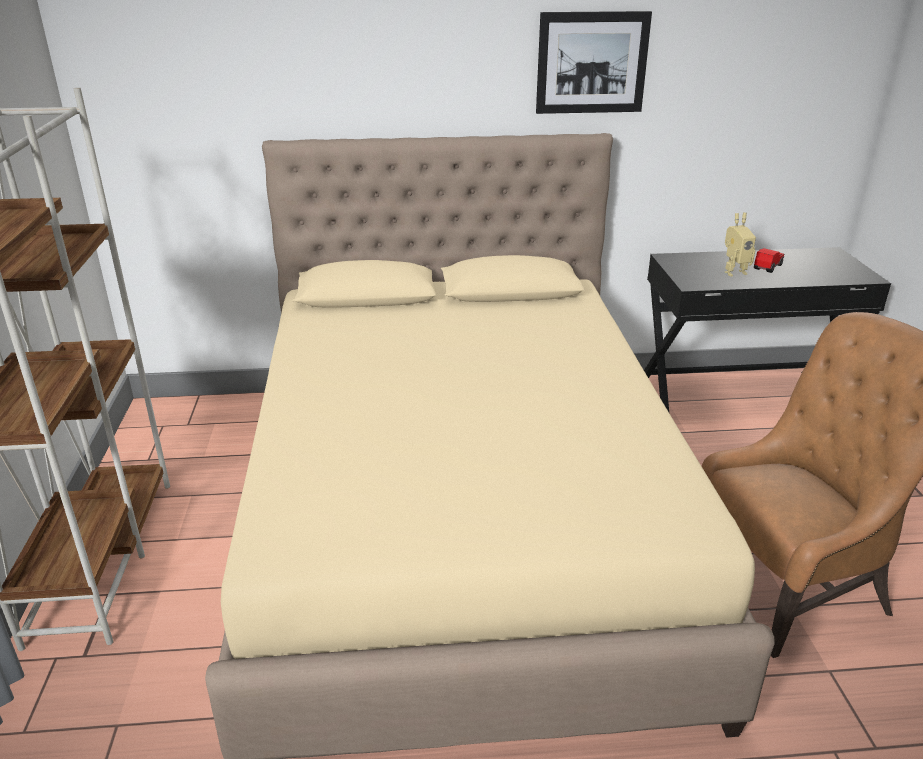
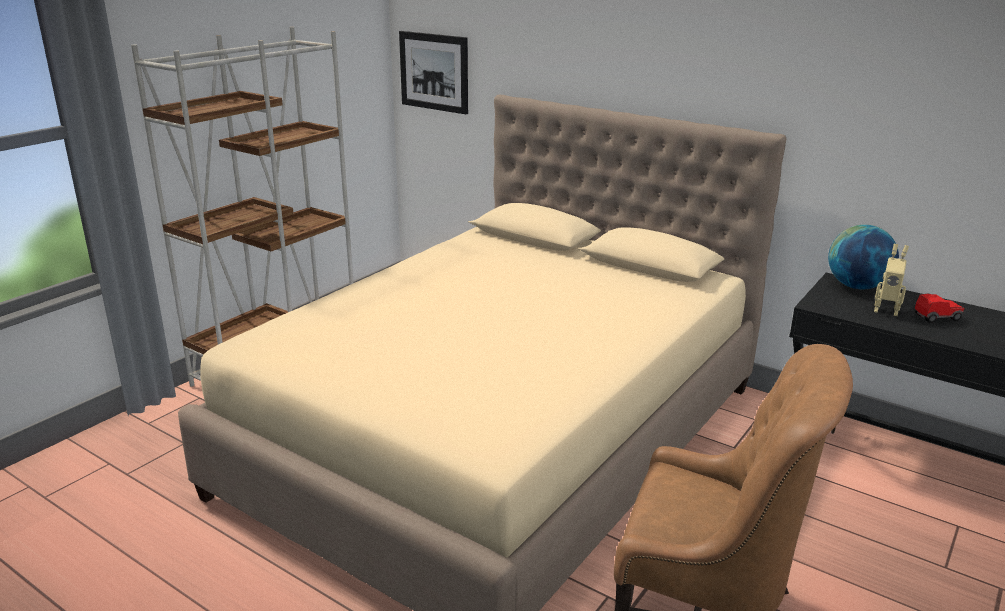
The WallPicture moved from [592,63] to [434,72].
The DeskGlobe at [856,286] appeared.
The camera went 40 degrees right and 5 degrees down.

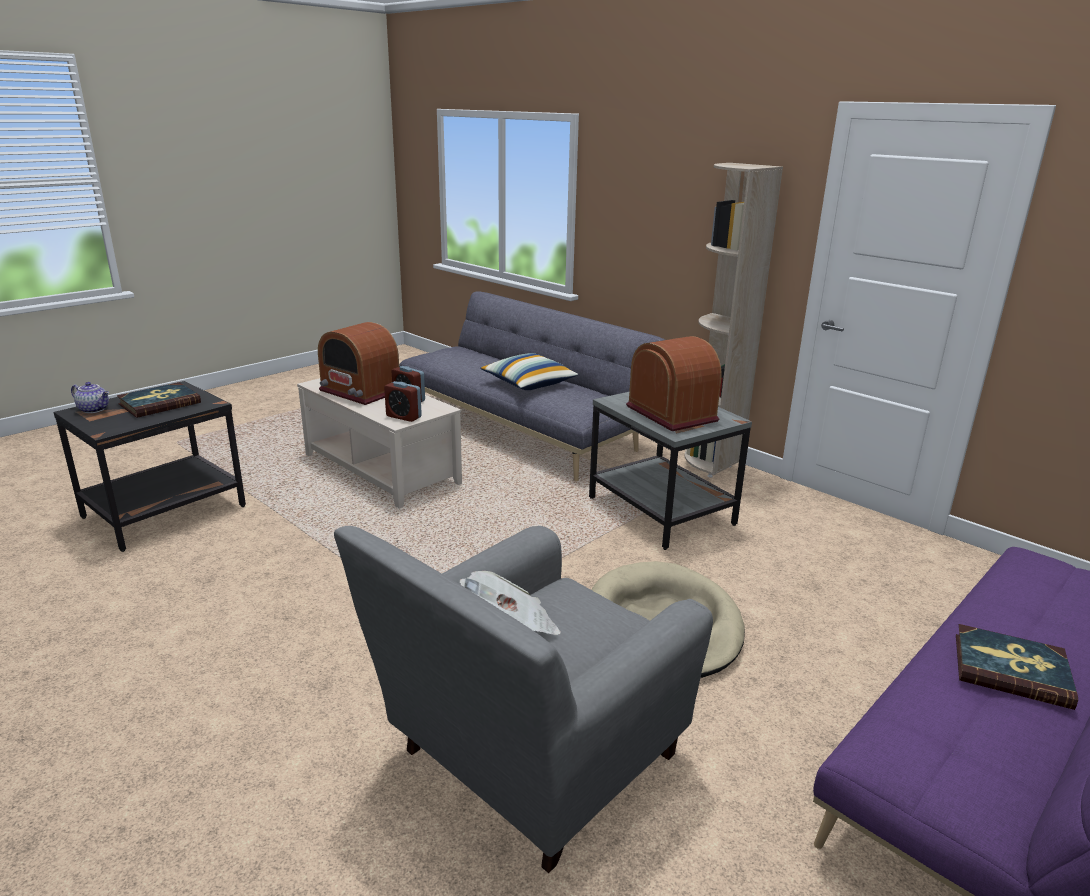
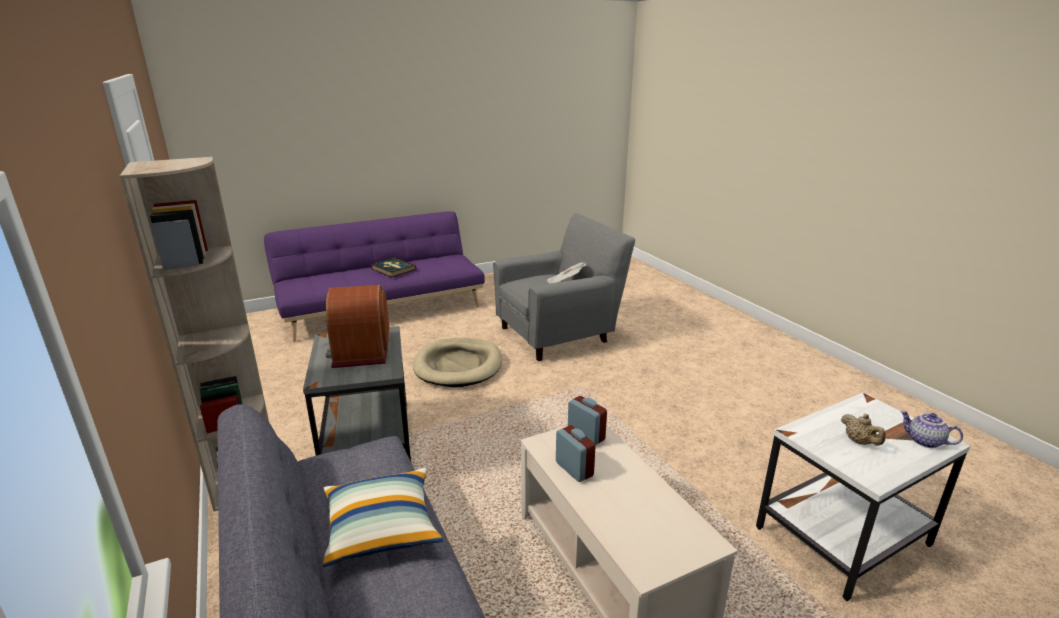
The BlackColouredAccentTable at [164,511] became the WhitishAccentTable at [843,538].
The BoundBook at [159,403] was replaced by the BeigeTeapot at [859,442].
The RadioReceiver at [360,391] disappeared.
The camera went 160 degrees left and 0 degrees up.

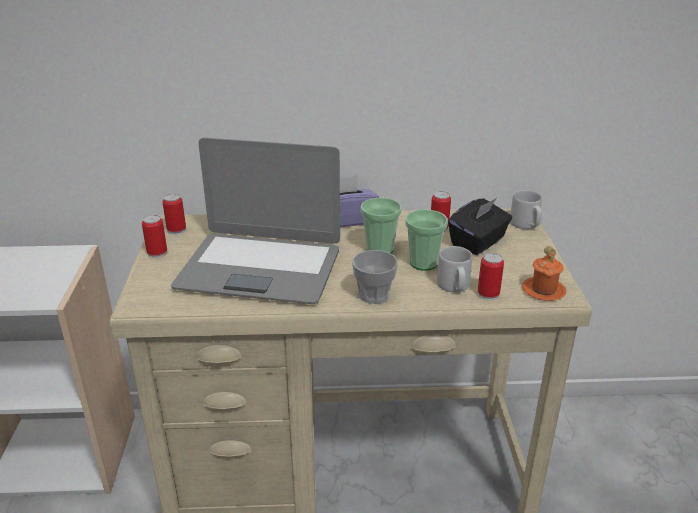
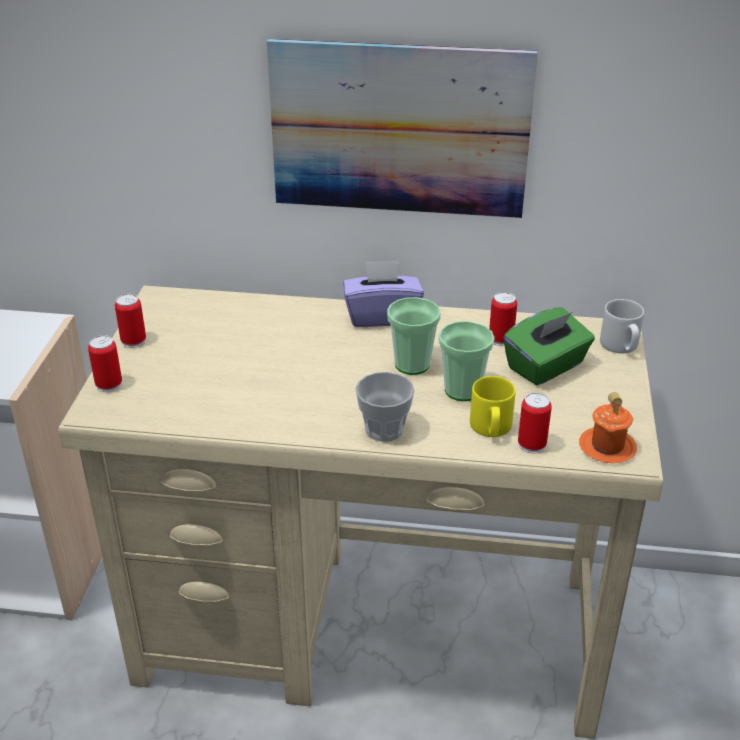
The MetalCan moved from [176,230] to [109,384].
The WallPicture at [399,129] appeared.
The GrayMug at [454,286] became the YellowishMug at [491,428].
The BlackColouredTissueHolder at [478,242] became the GreenishTissueHolder at [546,367].
The Laptop at [260,268] disappeared.
The camera went 10 degrees right and 5 degrees up.

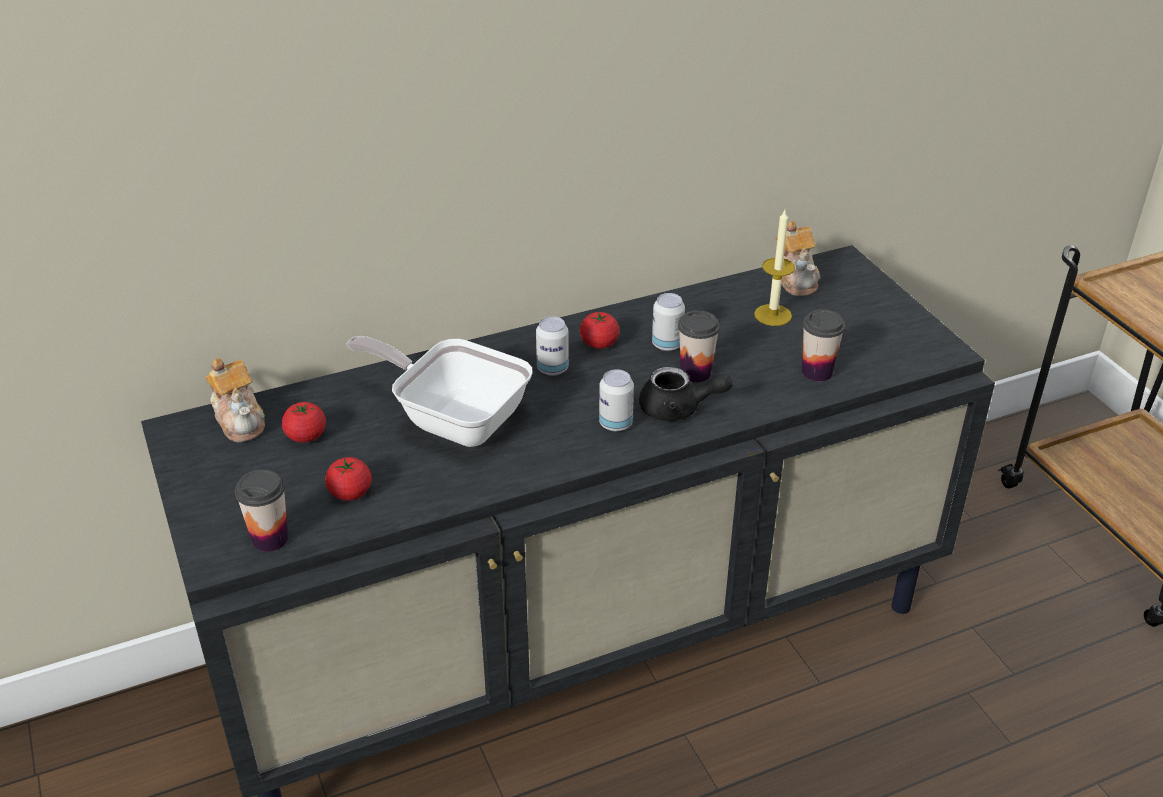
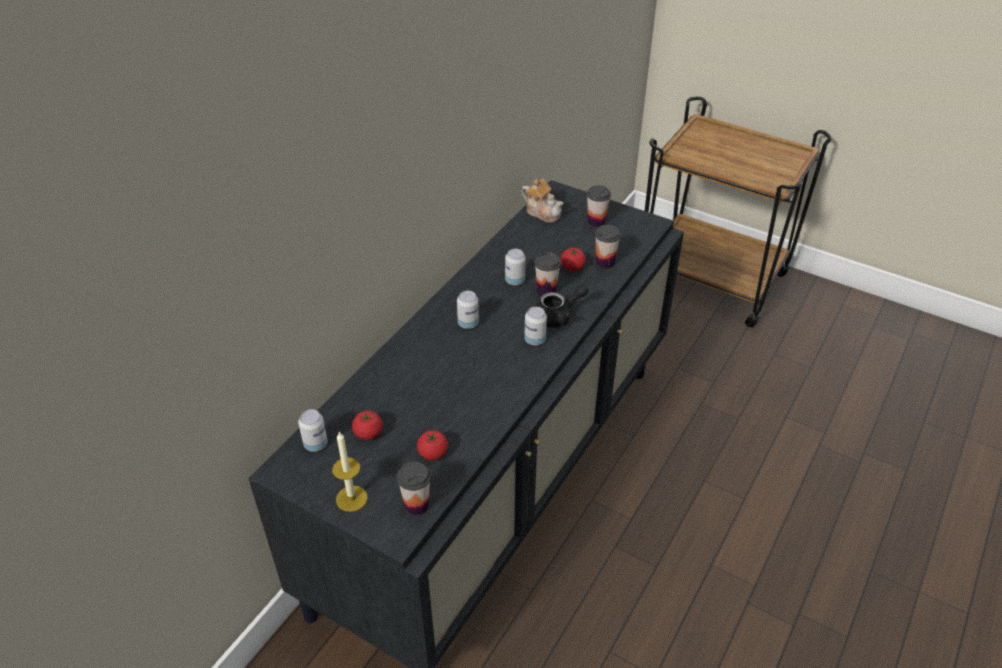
The Teapot at [240,420] was replaced by the MetalCan at [315,444].
The WaxLight moved from [773,315] to [351,498].
The Tomato moved from [599,343] to [572,267].
The Cup at [596,222] appeared.
The Pan at [454,419] disappeared.
The camera went 35 degrees left and 5 degrees up.

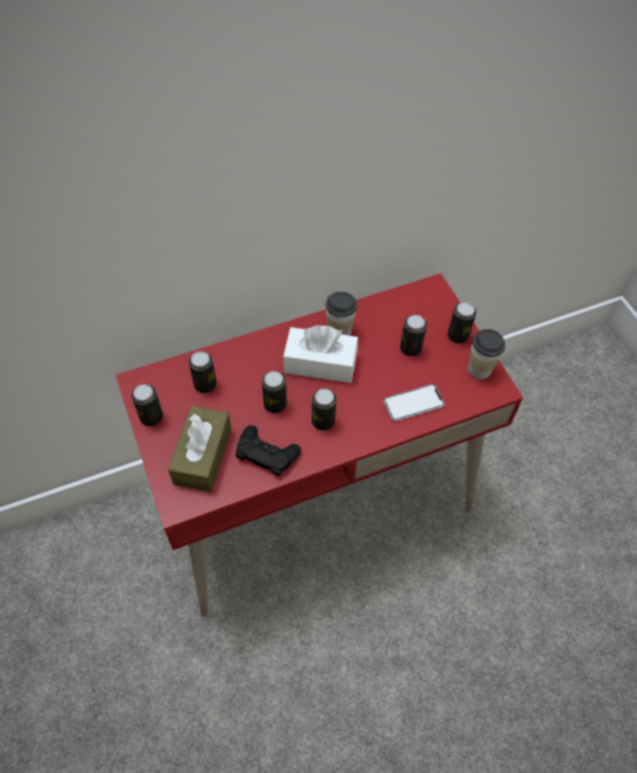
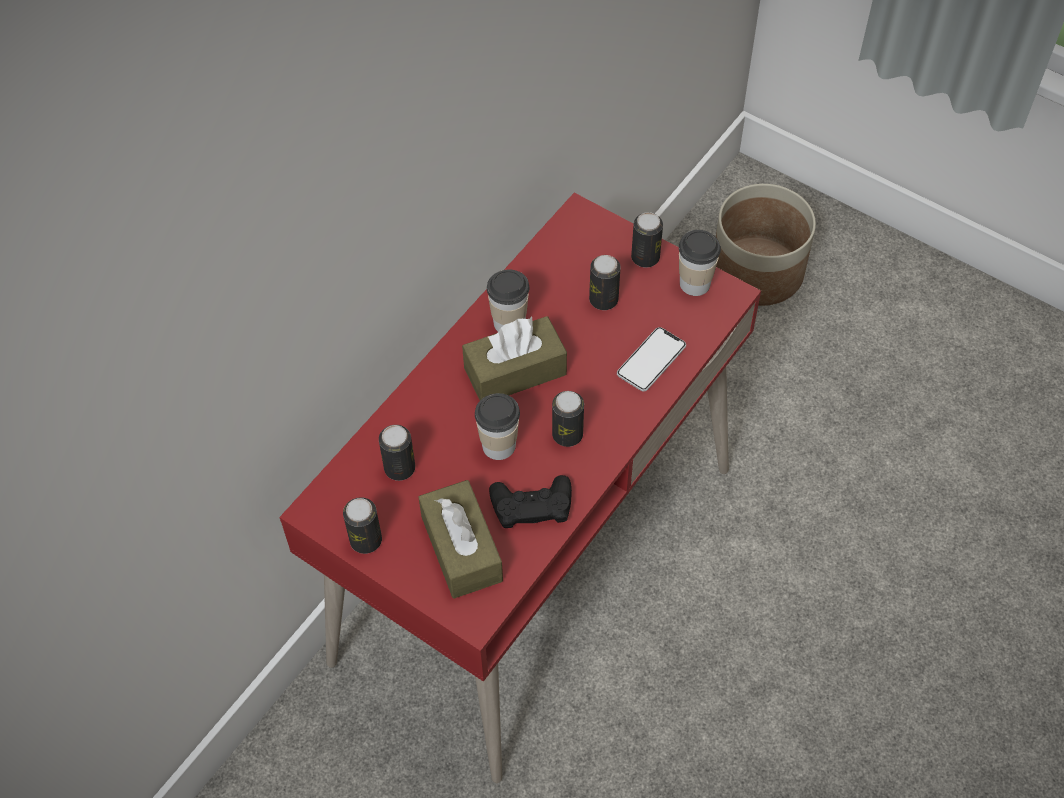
The WhitishTissueHolder at [320,363] became the BrownColouredTissueHolder at [515,371].
The MetalCan at [275,404] was replaced by the Cup at [499,446].
The FlowerPot at [758,271] appeared.
The camera went 30 degrees left and 0 degrees up.

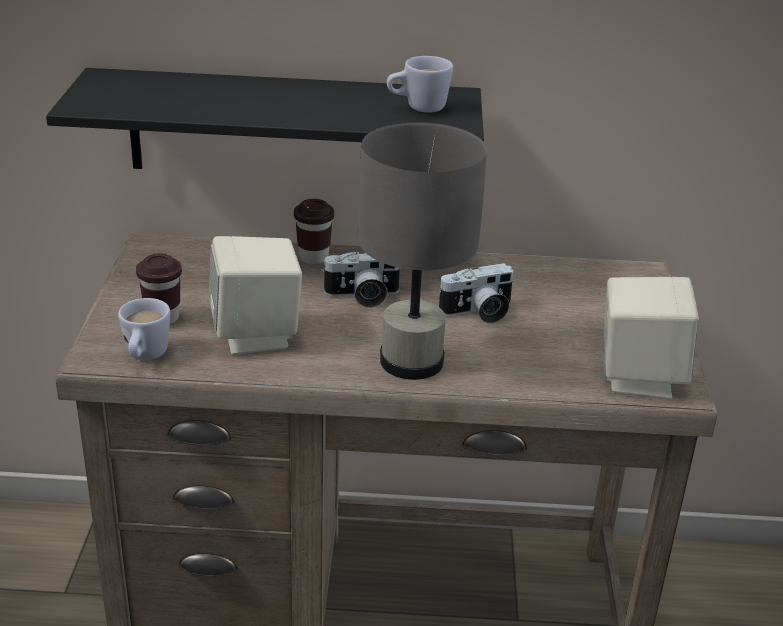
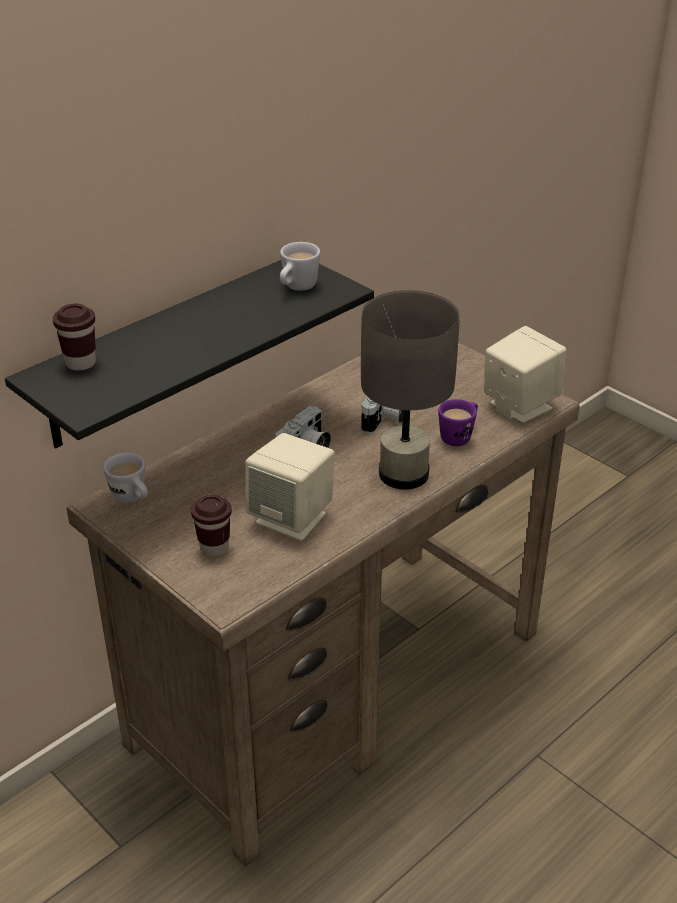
The BrownColouredCup moved from [313,258] to [81,363].
The WhitishMug moved from [145,357] to [132,499].
The PurplishMug at [459,436] appeared.
The camera went 45 degrees left and 5 degrees up.

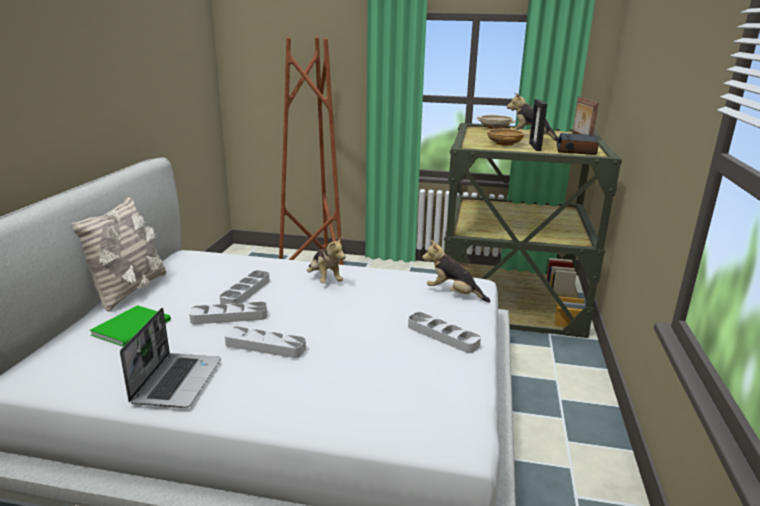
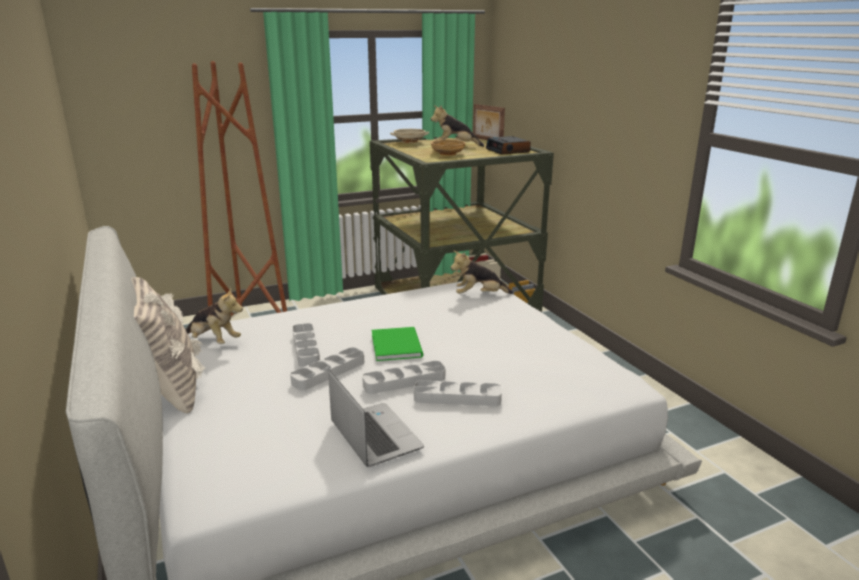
The CuddlyToy moved from [325,279] to [213,341].
The GreenishBoundBook moved from [134,327] to [397,344].
The GrayServingTray moved from [442,336] to [457,398].
The StandingFrame at [535,147] disappeared.
The camera went 35 degrees left and 0 degrees up.

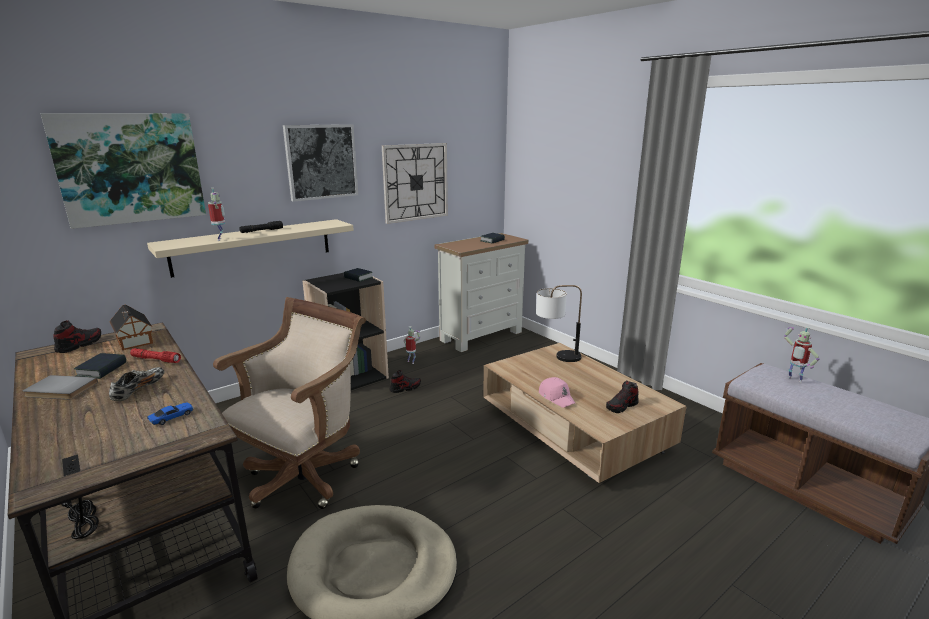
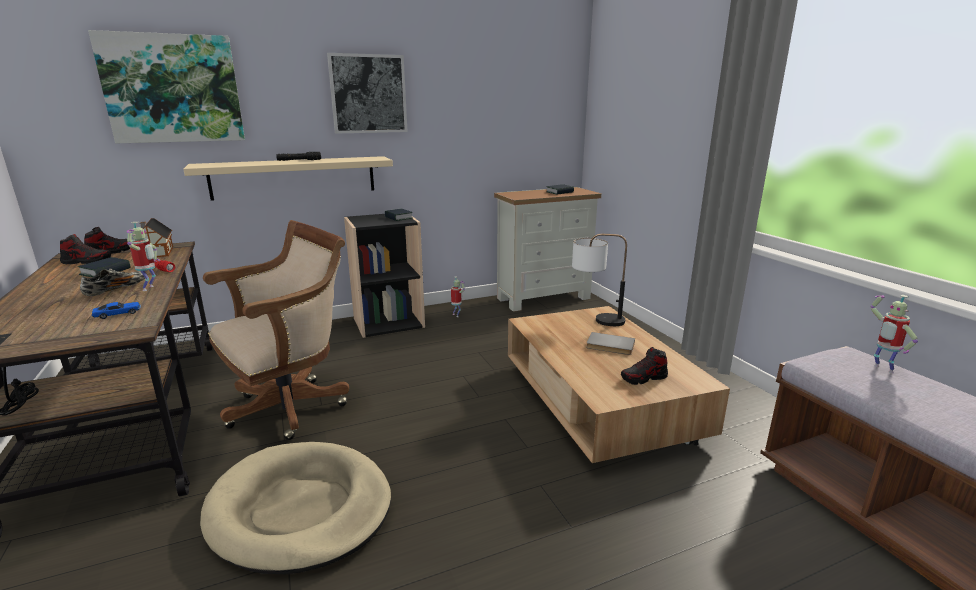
The LowShoe moved from [405,388] to [87,261].
The ModelRobot moved from [221,239] to [150,288].
The GrayBoundBook moved from [59,390] to [610,346].
The ClockOnTheWall at [415,182] disappeared.
The PinkishCap at [556,397] disappeared.
The camera went 15 degrees right and 0 degrees up.

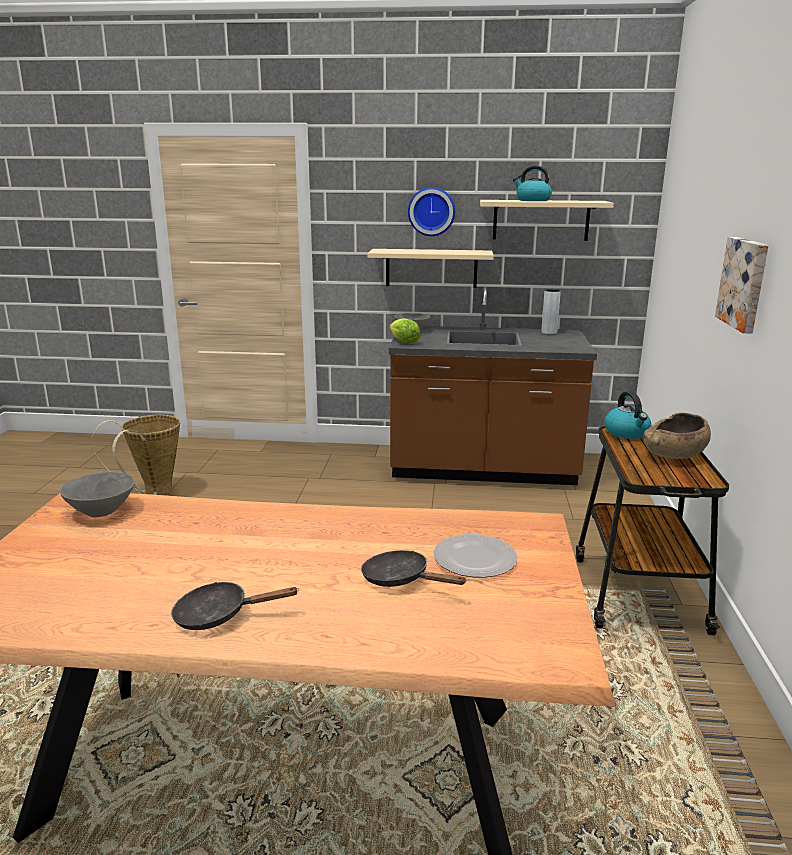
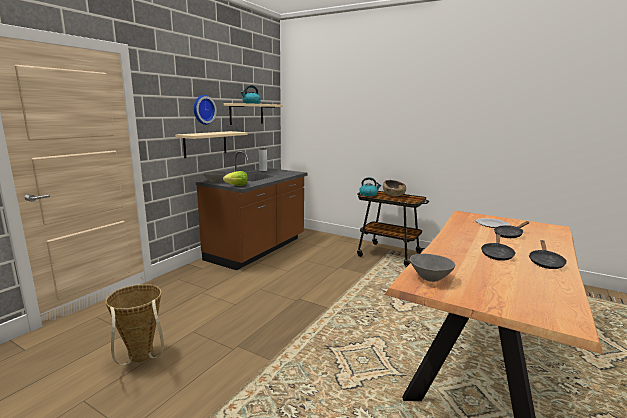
The BlackColouredPan at [496,254] appeared.
The WallPicture at [745,283] disappeared.
The camera went 65 degrees left and 5 degrees down.

